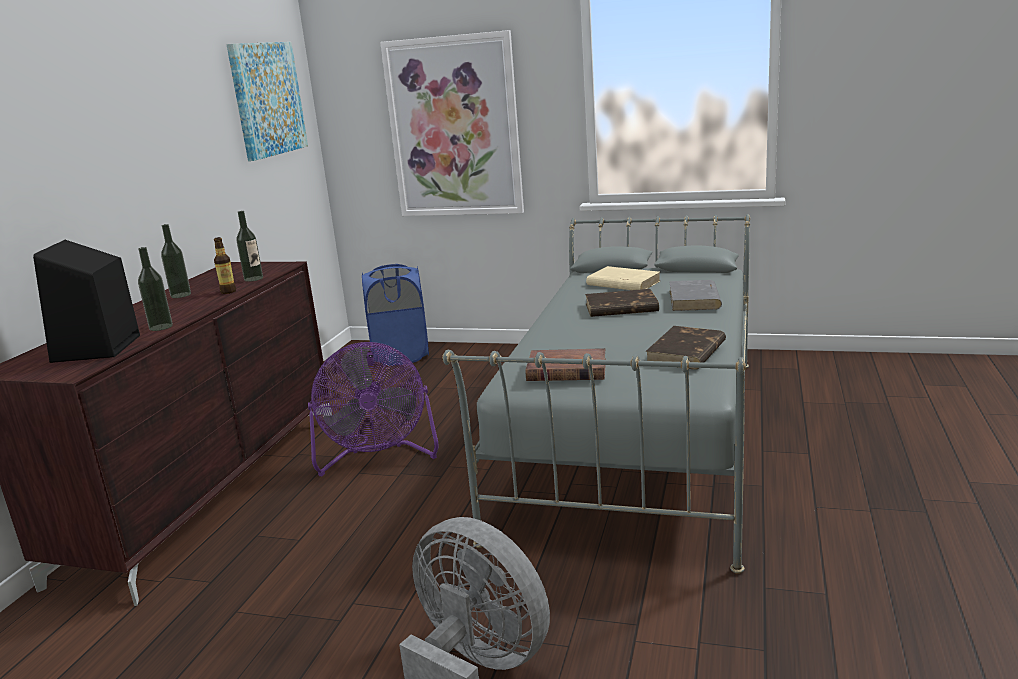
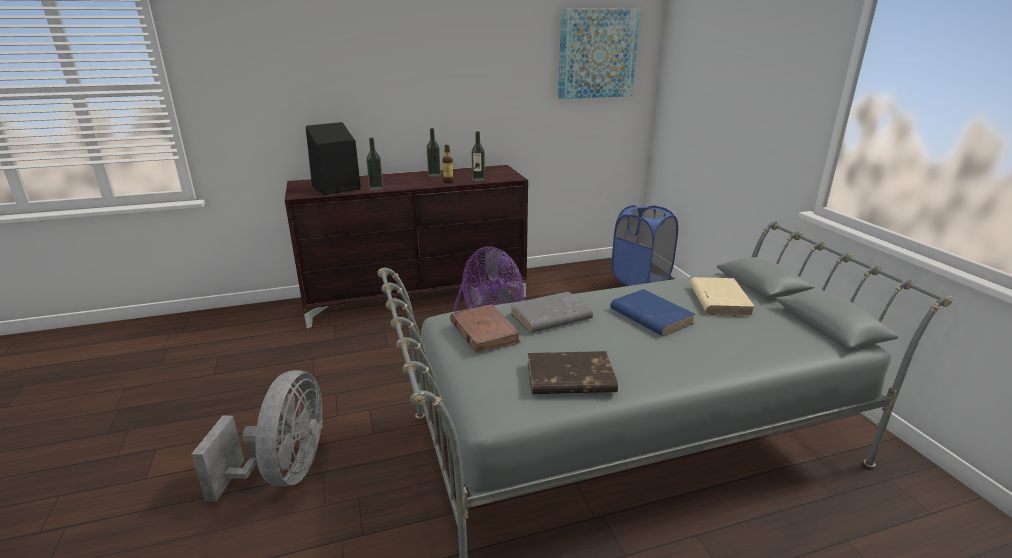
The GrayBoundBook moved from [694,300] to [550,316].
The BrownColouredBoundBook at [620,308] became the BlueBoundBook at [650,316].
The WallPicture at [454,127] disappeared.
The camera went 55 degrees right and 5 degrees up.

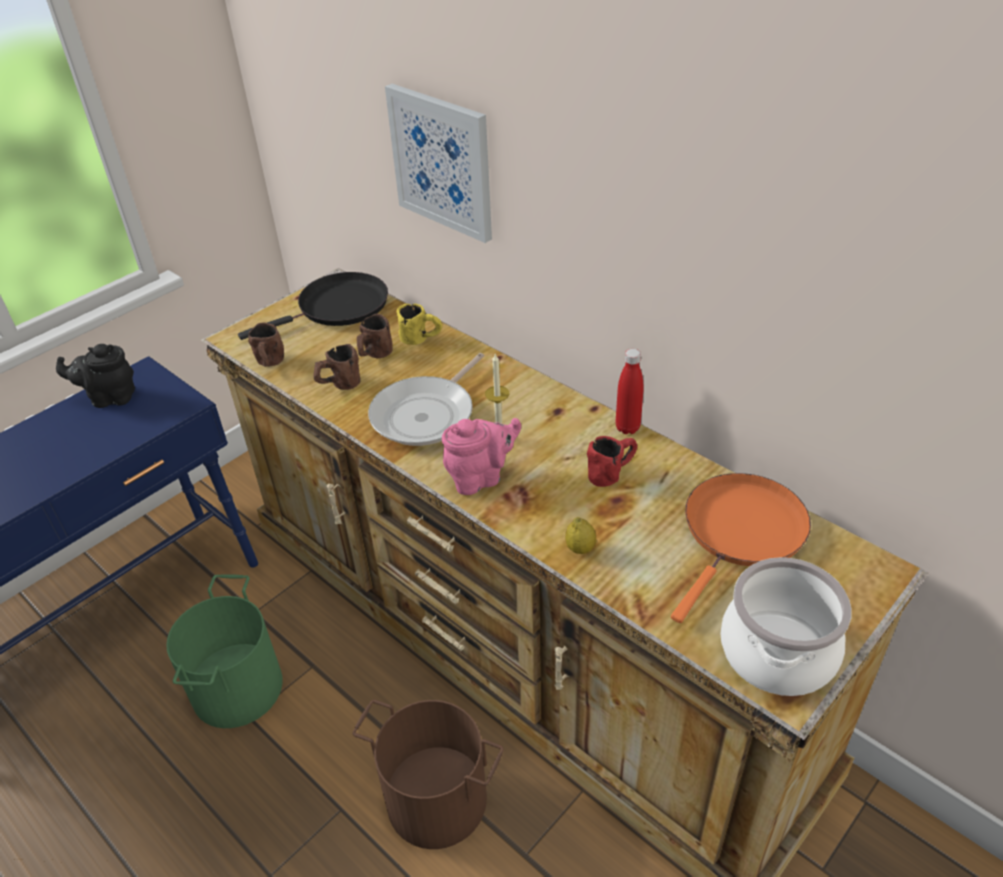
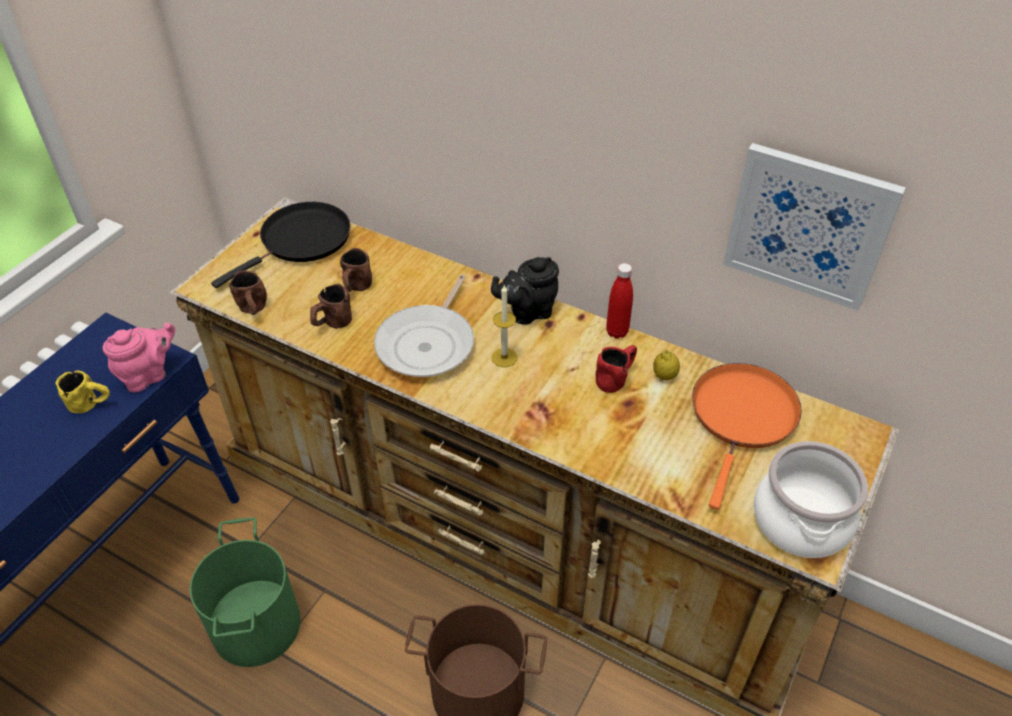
The YellowishMug moved from [422,339] to [92,404].
The PinkishTeapot moved from [480,478] to [149,375].
The BlackColouredTeapot moved from [110,397] to [527,312].
The Lemon moved from [580,548] to [664,376].
The WallPicture moved from [442,162] to [808,226].
The camera went 15 degrees left and 5 degrees up.

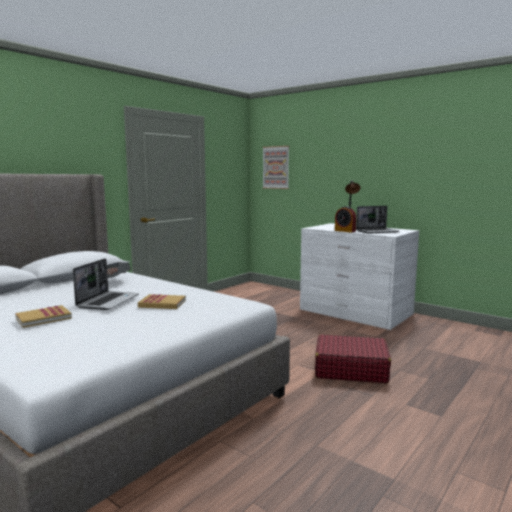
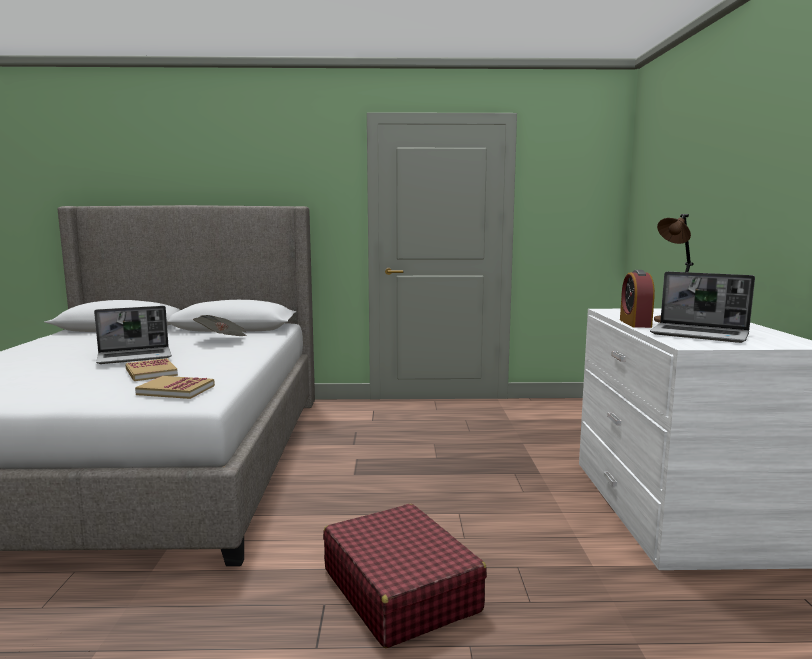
The BoundBook moved from [43,318] to [176,390].
The WallPicture at [276,167] disappeared.
The camera went 50 degrees right and 0 degrees up.

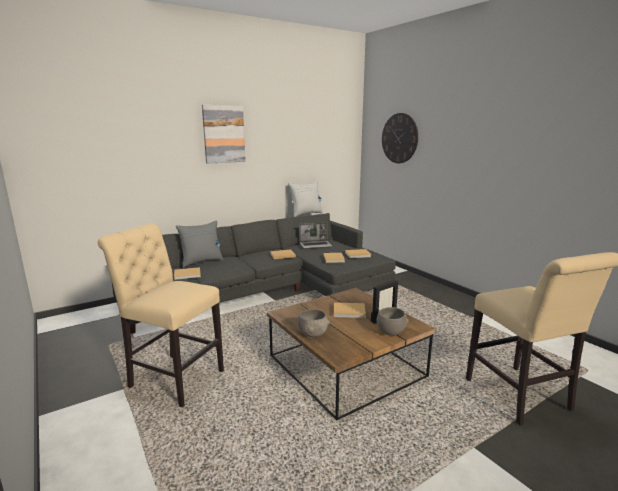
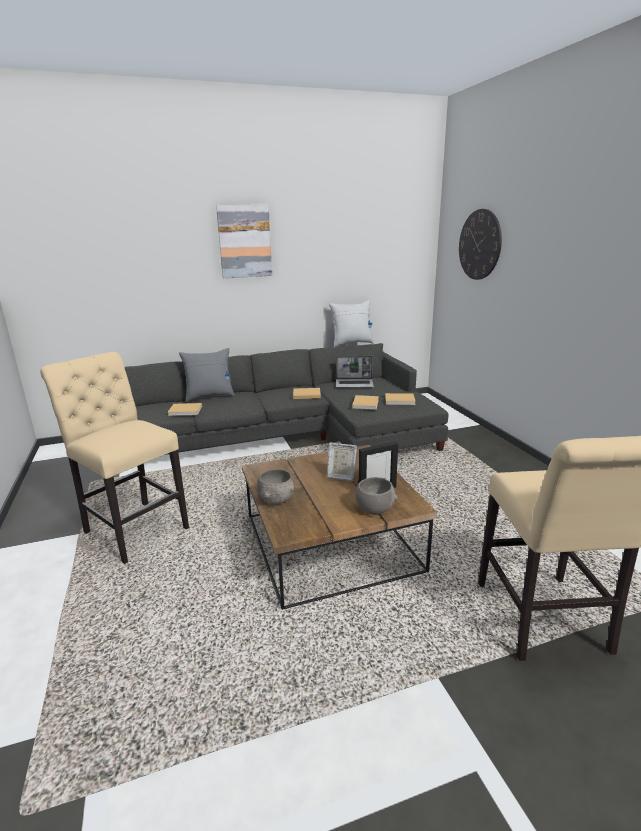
The BeigeBoundBook at [350,311] was replaced by the StandingFrame at [340,476].
The camera went 15 degrees right and 5 degrees up.

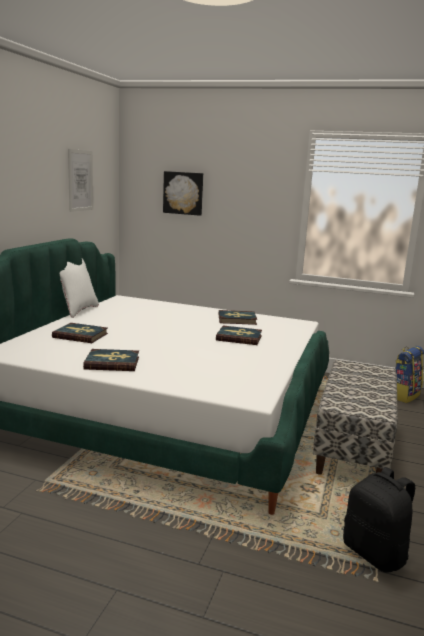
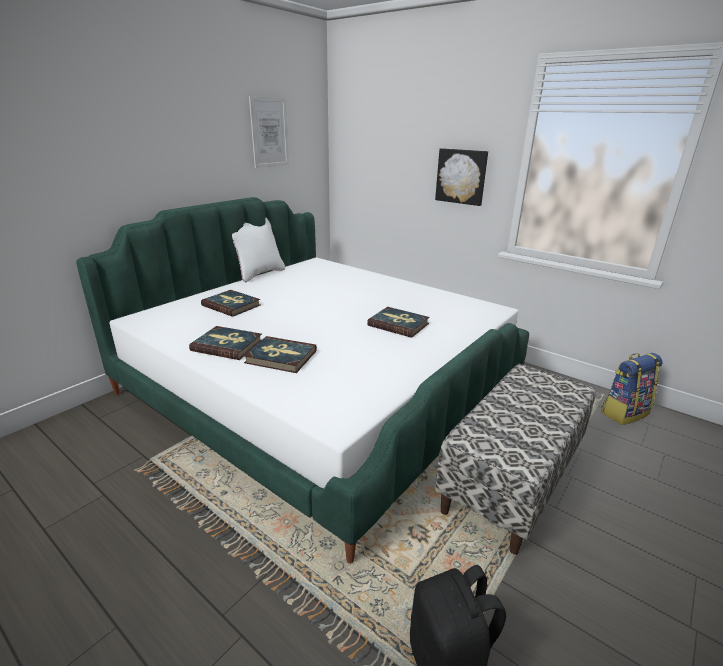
The BoundBook moved from [237,319] to [281,357].
The WallPicture moved from [183,193] to [461,176].
The camera went 20 degrees right and 10 degrees up.

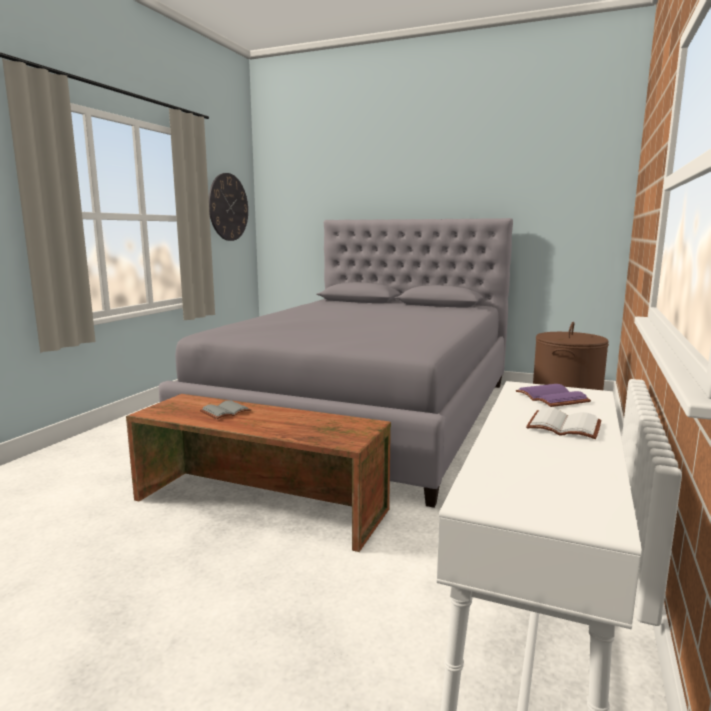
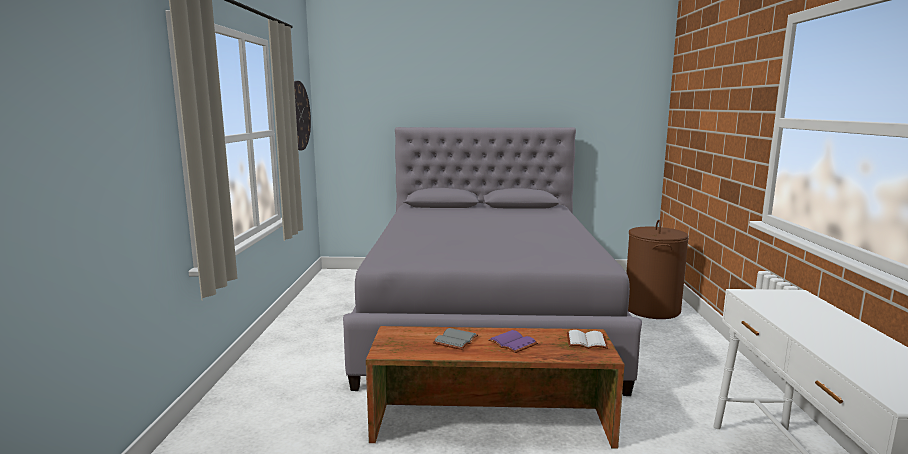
The PurplishBoundBook moved from [554,398] to [514,343].
The WhitishBoundBook moved from [565,426] to [587,341].
The camera went 20 degrees left and 0 degrees up.

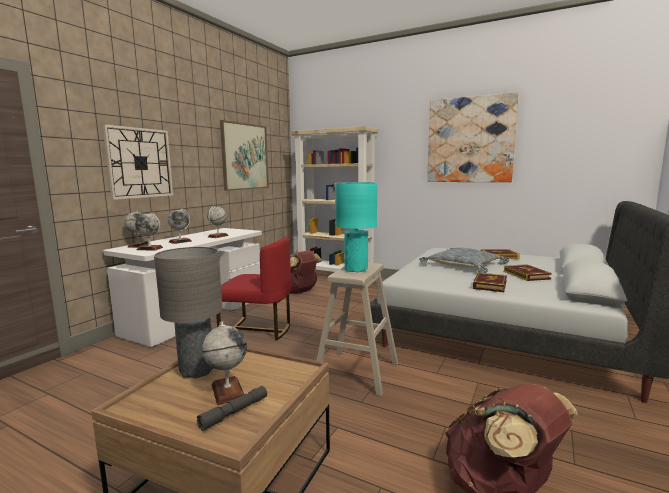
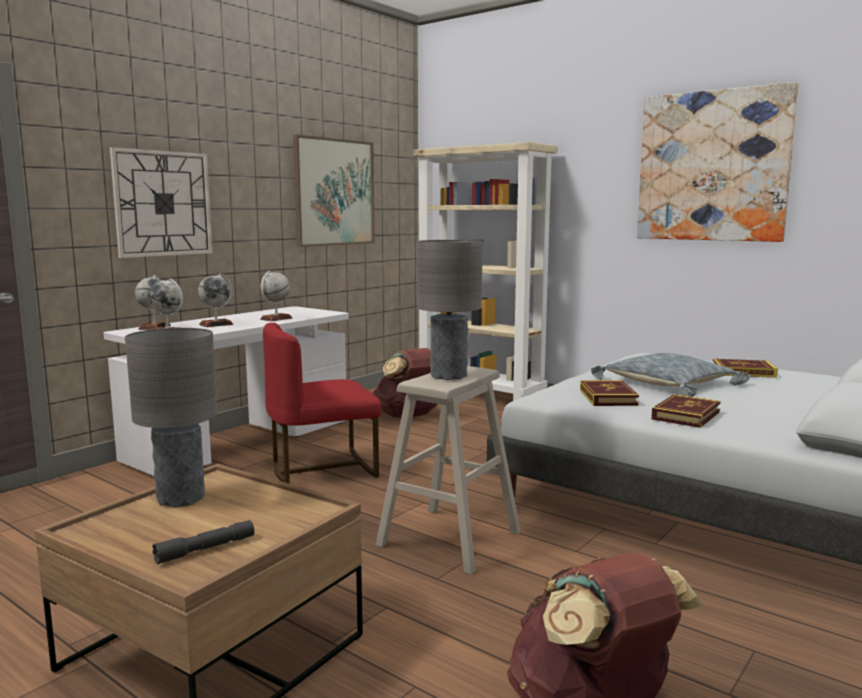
The RedColouredPlainChair at [257,330] turned 135 degrees clockwise.
The TurquoiseLampForATable at [355,269] became the GrayLampForATable at [448,376].
The BoundBook moved from [526,275] to [607,397].
The DeskGlobe at [227,391] disappeared.
The camera went 10 degrees right and 0 degrees up.

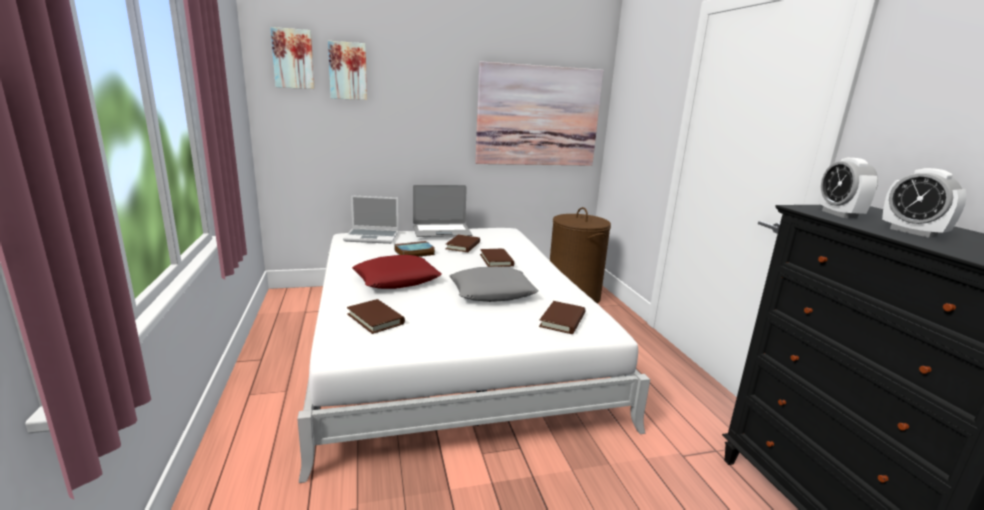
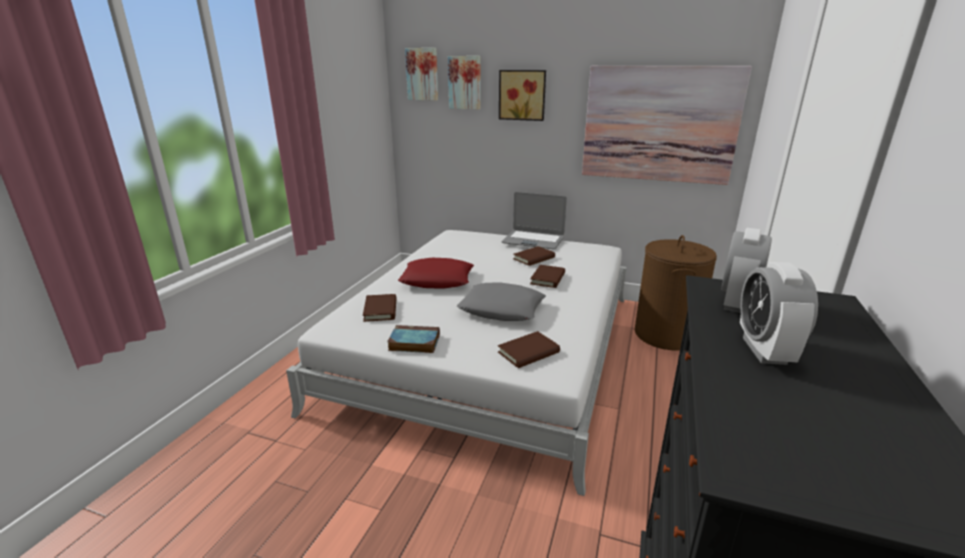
The BoundBook moved from [414,253] to [413,343].
The WallPicture at [522,95] appeared.
The Laptop at [372,237] disappeared.
The camera went 35 degrees right and 5 degrees up.

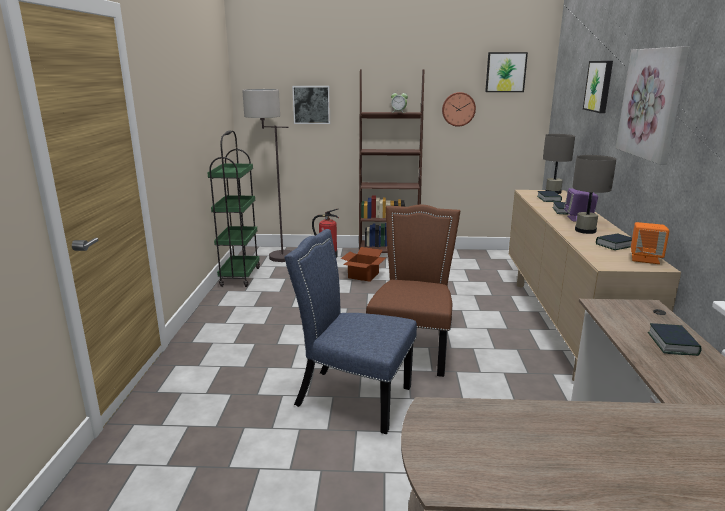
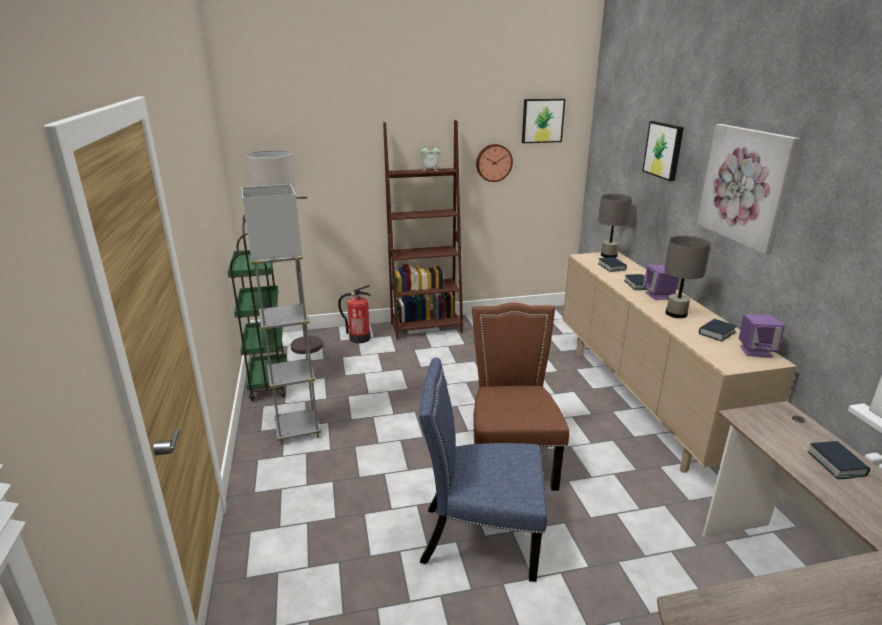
The GrayStandingLamp at [298,430] appeared.
The OrangeAudioSpeaker at [645,259] became the PurplishAudioSpeaker at [755,351].
The WallPicture at [311,104] disappeared.
The Carton at [362,276] disappeared.
The camera went 15 degrees left and 5 degrees up.

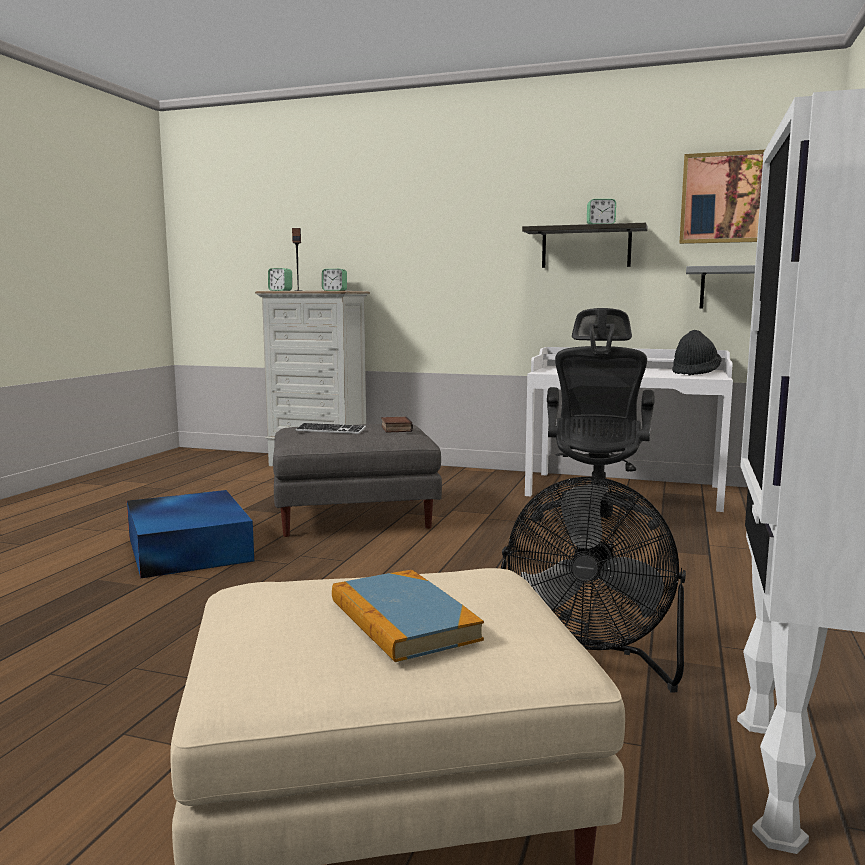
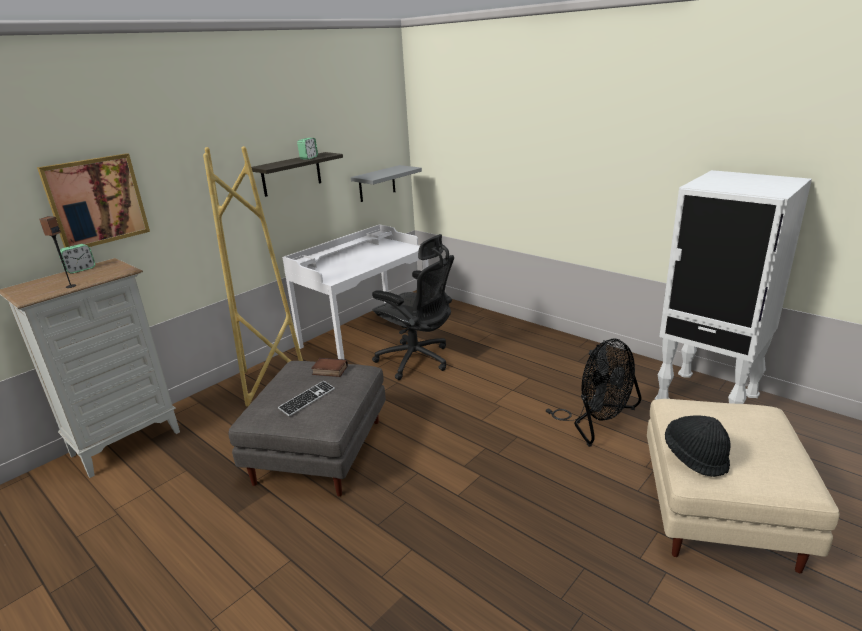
The WallPicture moved from [727,198] to [96,201].
The YellowishGarmentRack at [266,384] appeared.
The BlackColouredClothingHat moved from [695,373] to [695,456].
The BlueStorageBin at [189,548] disappeared.
The TableClock at [280,290] disappeared.
The BoundBook at [403,620] disappeared.
The camera went 65 degrees left and 15 degrees up.

